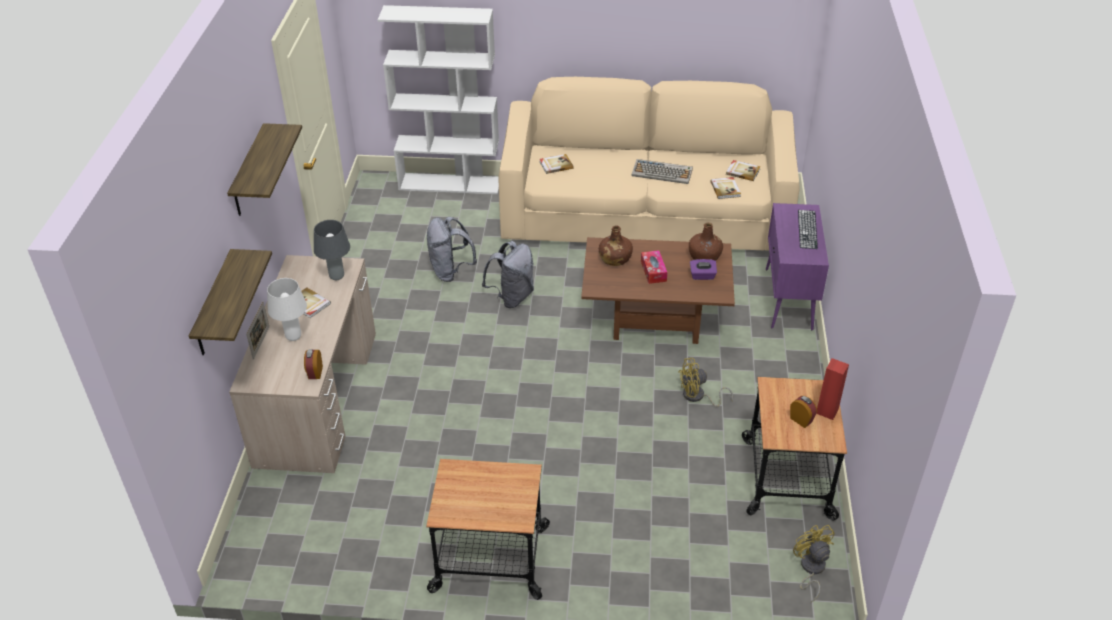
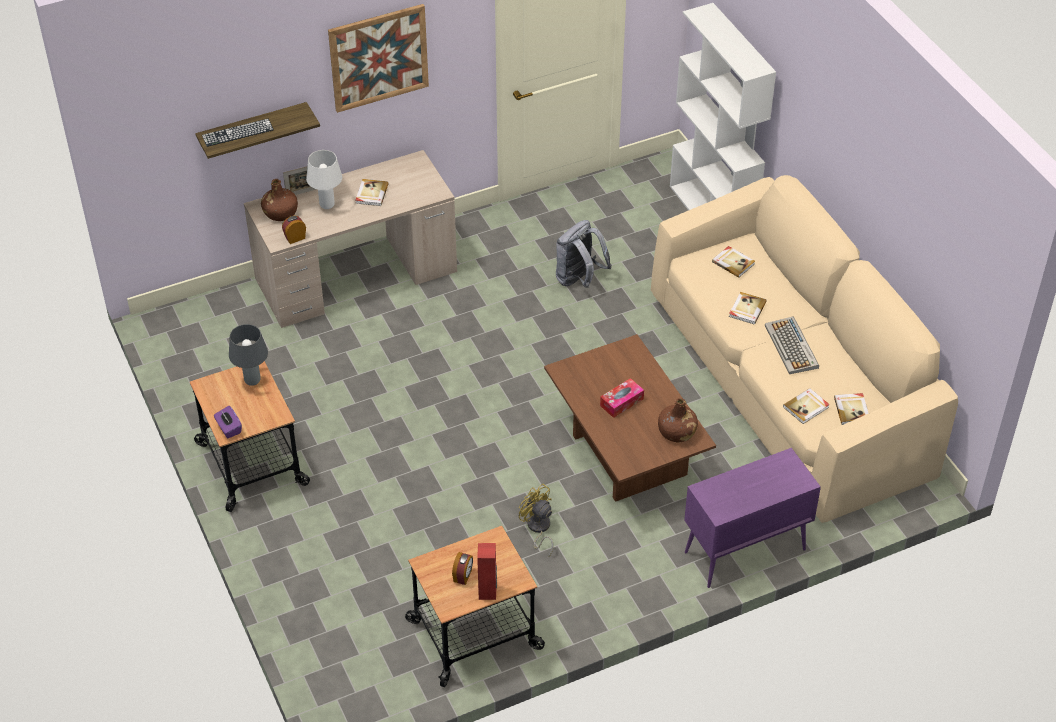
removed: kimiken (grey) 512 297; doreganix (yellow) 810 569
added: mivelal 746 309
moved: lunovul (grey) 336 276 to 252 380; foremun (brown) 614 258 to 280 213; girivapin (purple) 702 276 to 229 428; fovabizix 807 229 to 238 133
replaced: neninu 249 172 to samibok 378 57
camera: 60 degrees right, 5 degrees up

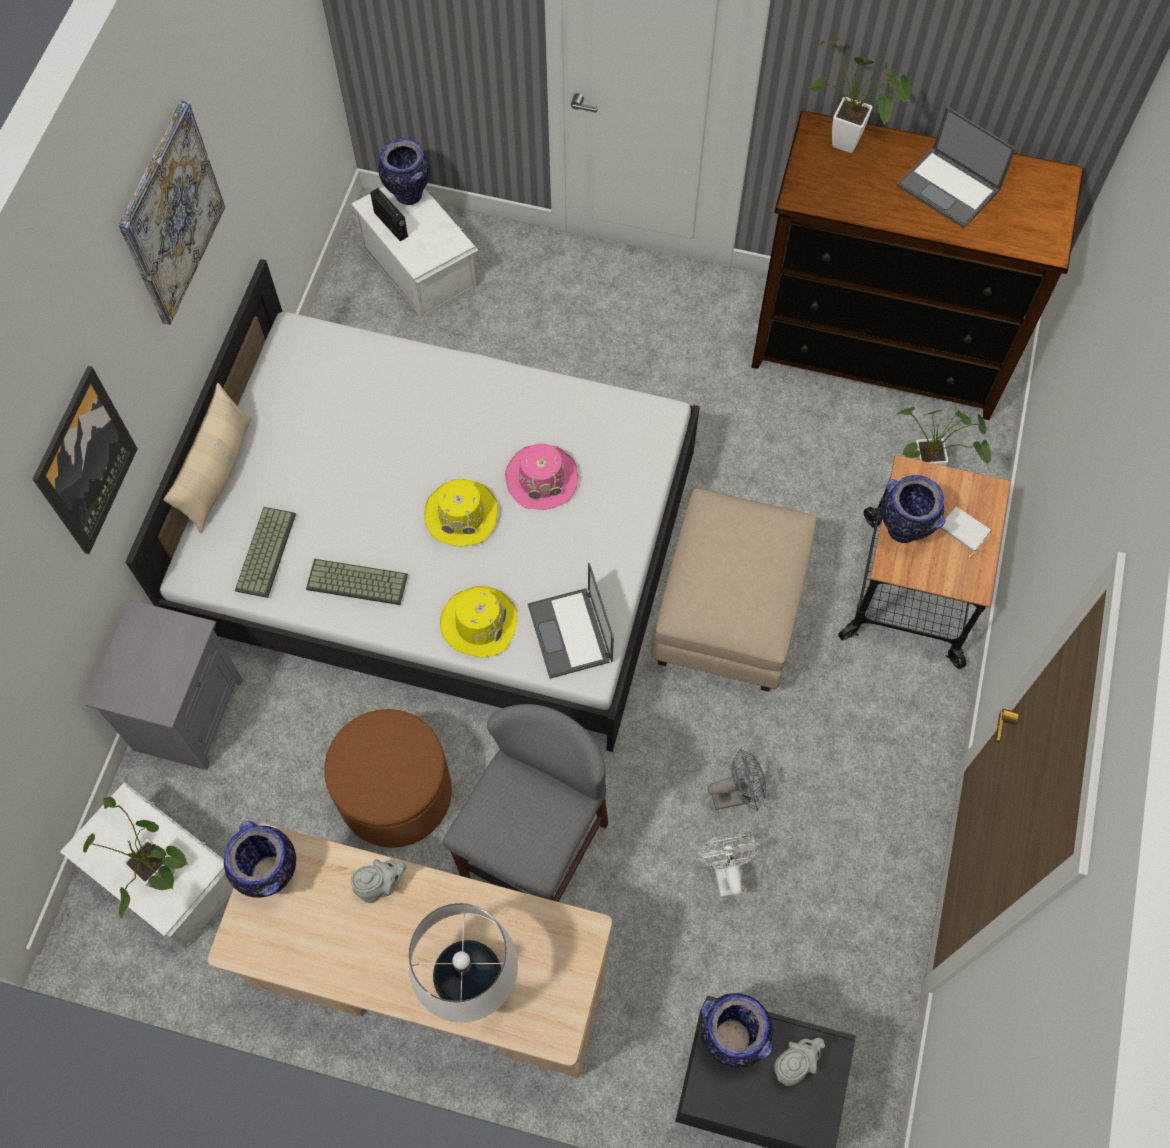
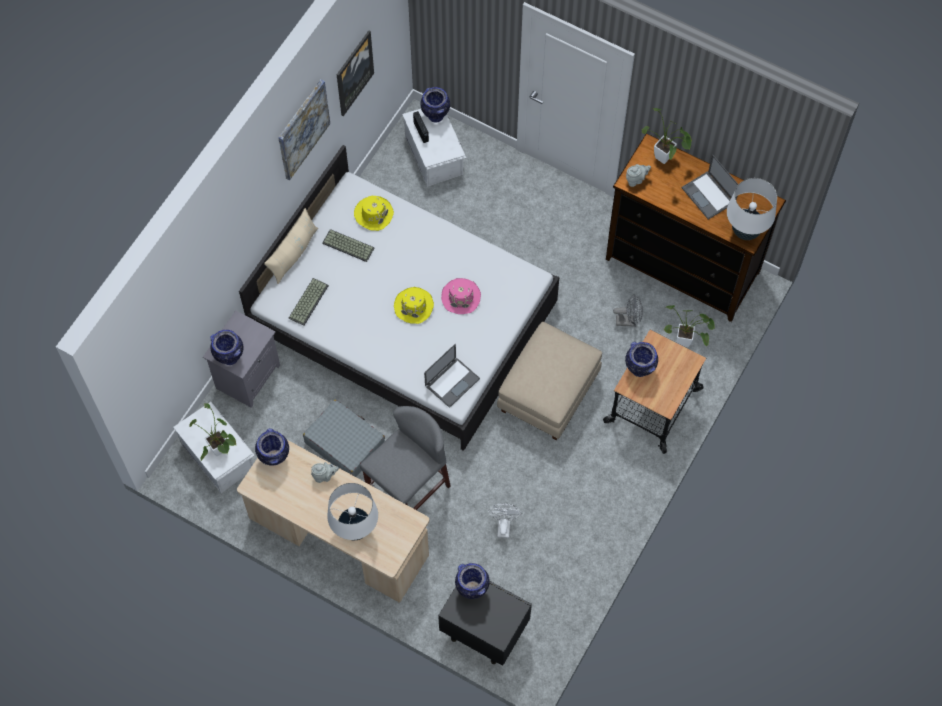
removed: mivelal (white) 963 532
added: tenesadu 229 357; lunovul (white) 745 231
moved: samibok 84 461 to 353 73; fovabizix 355 583 to 347 246; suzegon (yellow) 479 623 to 373 214; doreganix (grey) 736 795 to 628 321; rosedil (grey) 794 1065 to 636 180
replaced: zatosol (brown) 395 793 to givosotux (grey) 344 443
turned: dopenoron 570 634 = 452 381 135 degrees counterclockwise
camera: 15 degrees right, 0 degrees up

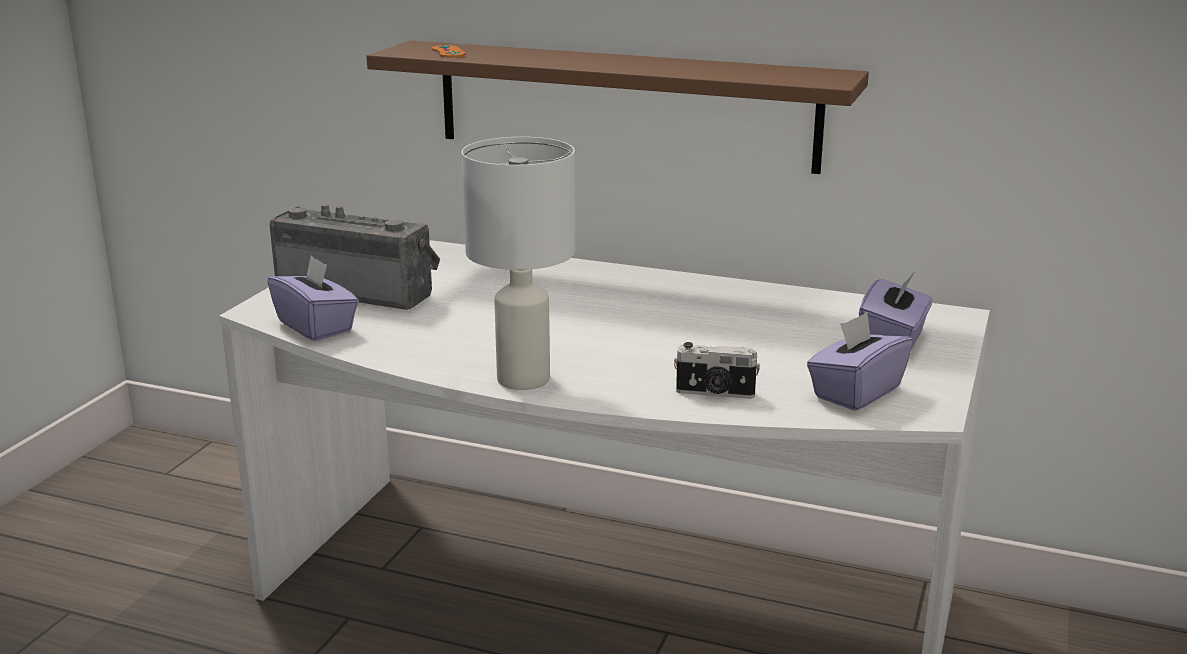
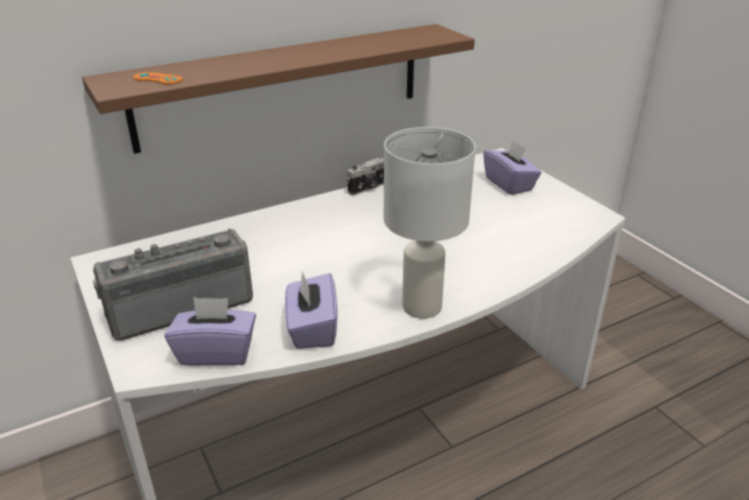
moved: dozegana 715 393 to 367 188; girivapin (purple) 856 392 to 312 329
camera: 50 degrees left, 10 degrees up

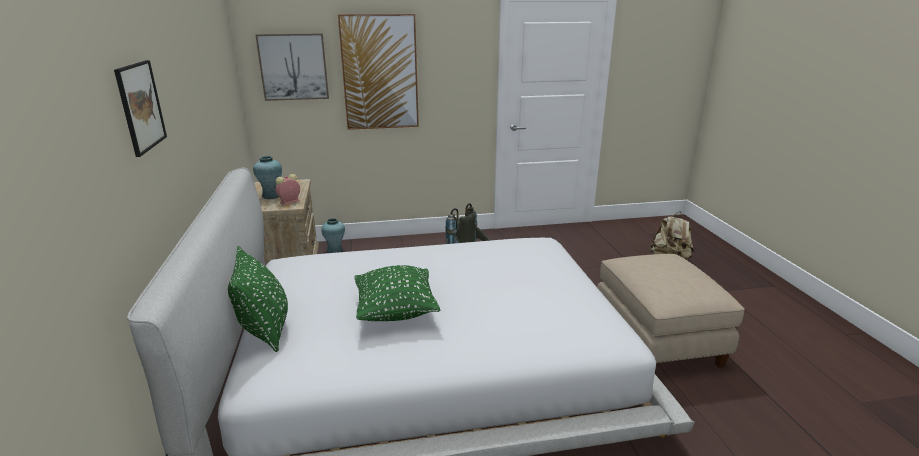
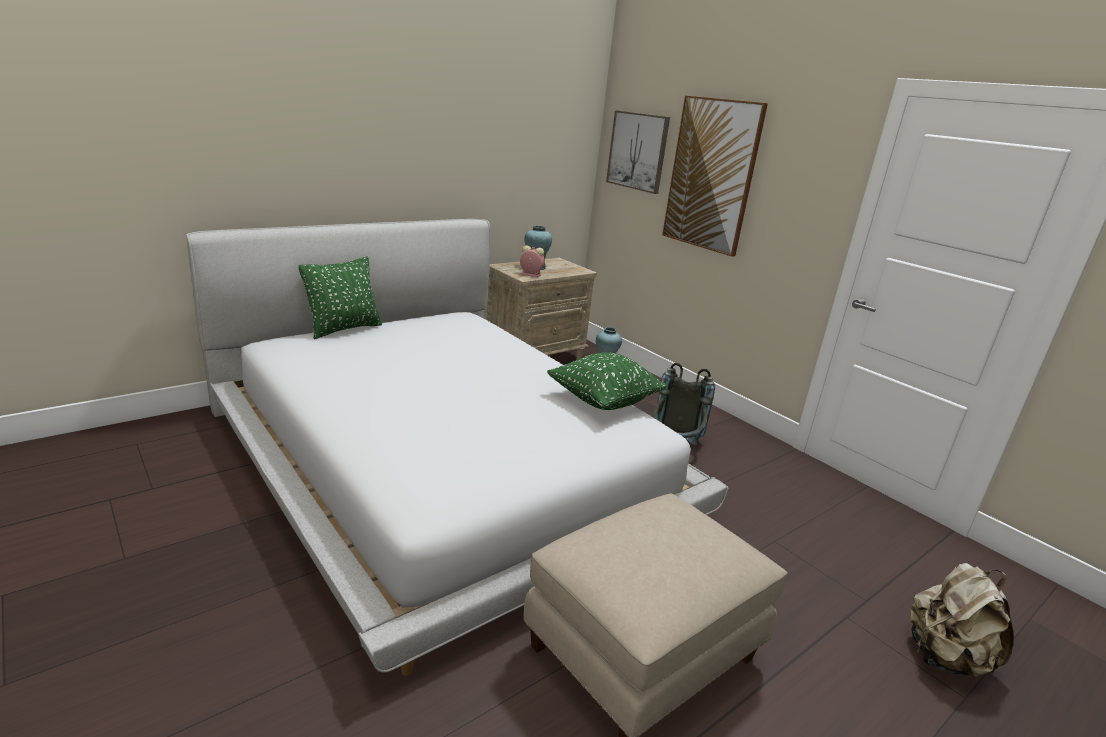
removed: samibok 141 106
moved: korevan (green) 396 312 to 603 401
camera: 60 degrees right, 0 degrees up

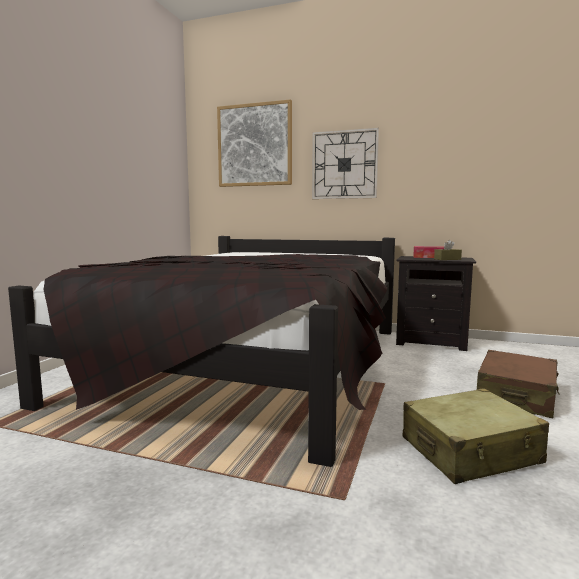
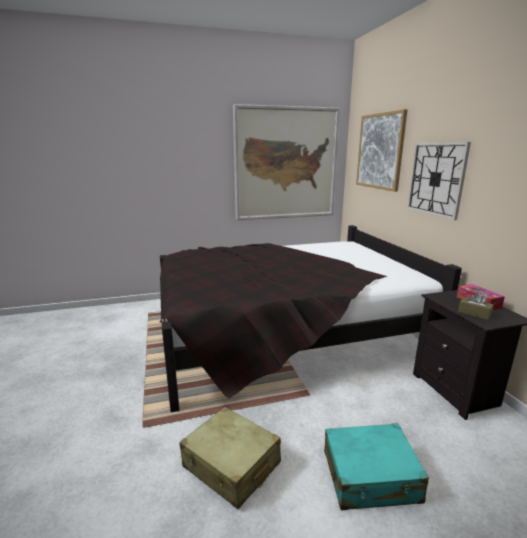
added: samibok 286 164
recoloured: givosotux (brown) 516 396 to givosotux (turquoise) 370 476
camera: 55 degrees right, 10 degrees up

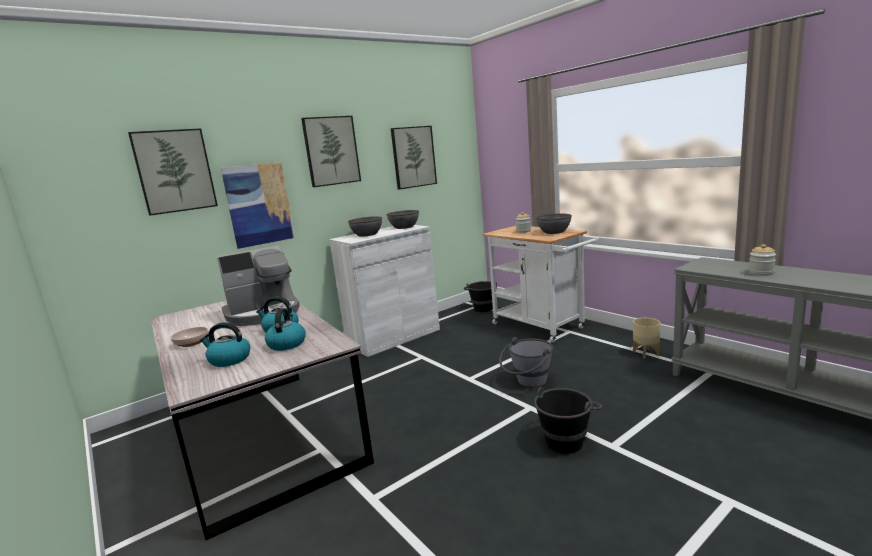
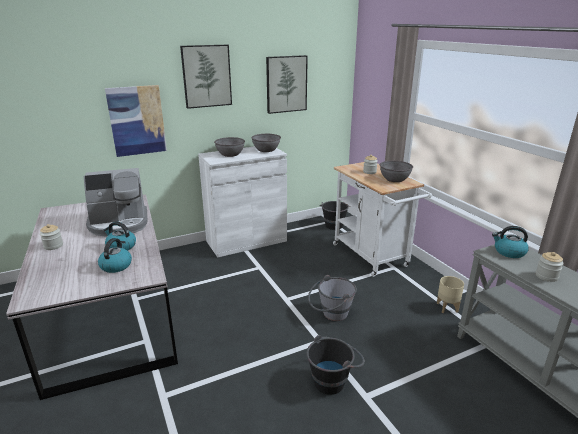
removed: samibok 174 171
moved: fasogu 229 360 to 509 252
replaced: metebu 191 343 to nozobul 53 246
camera: 10 degrees right, 10 degrees up

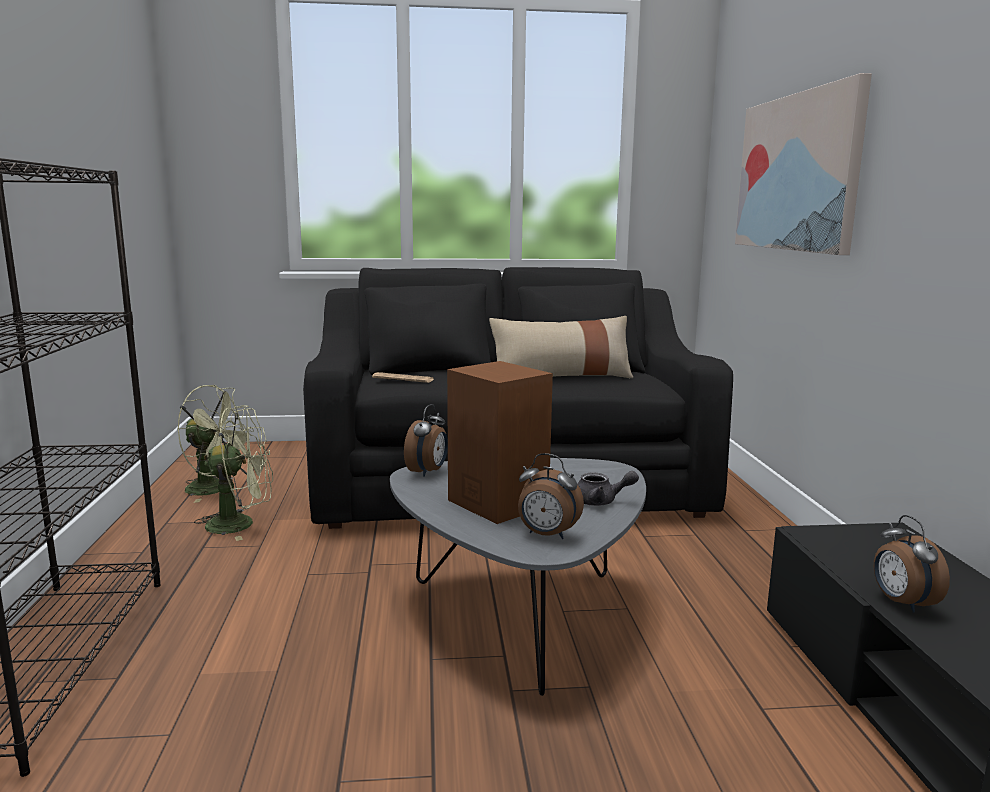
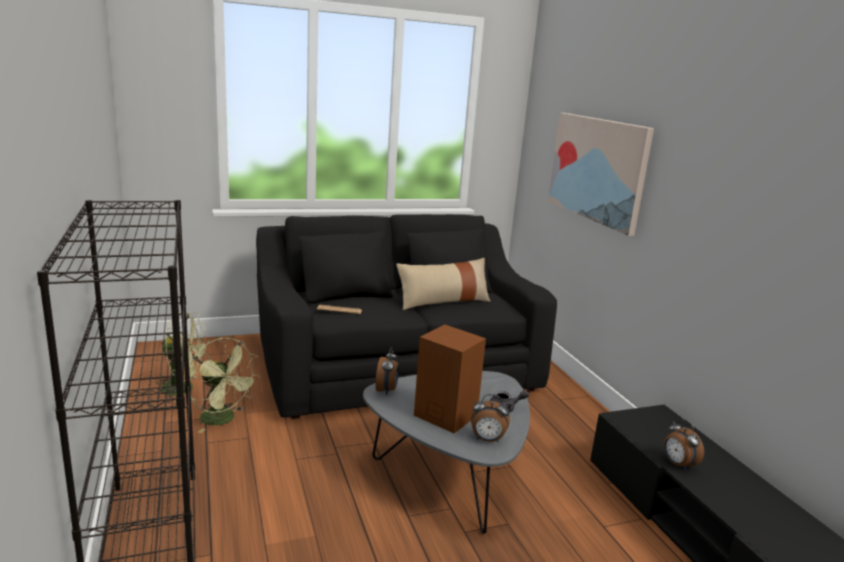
turned: doreganix (green) 241 524 = 223 419 60 degrees clockwise
camera: 15 degrees left, 5 degrees up

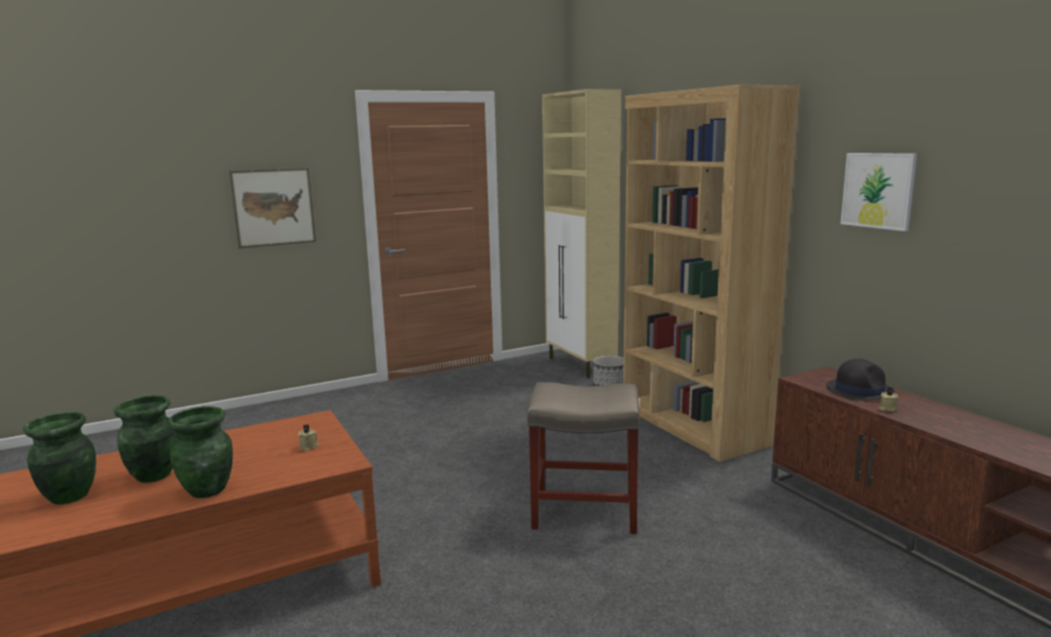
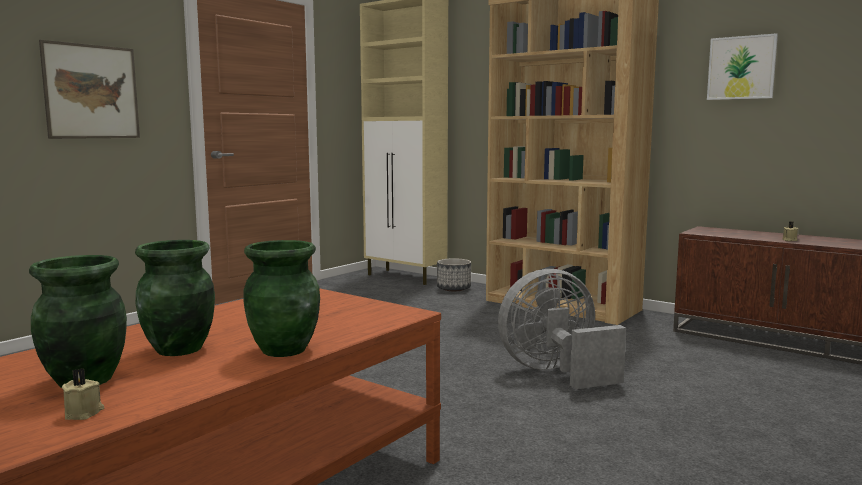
removed: suzegon (black) 859 390
moved: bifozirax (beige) 309 446 to 84 413
replaced: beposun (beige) 583 512 to doreganix (grey) 555 372
camera: 25 degrees left, 5 degrees down

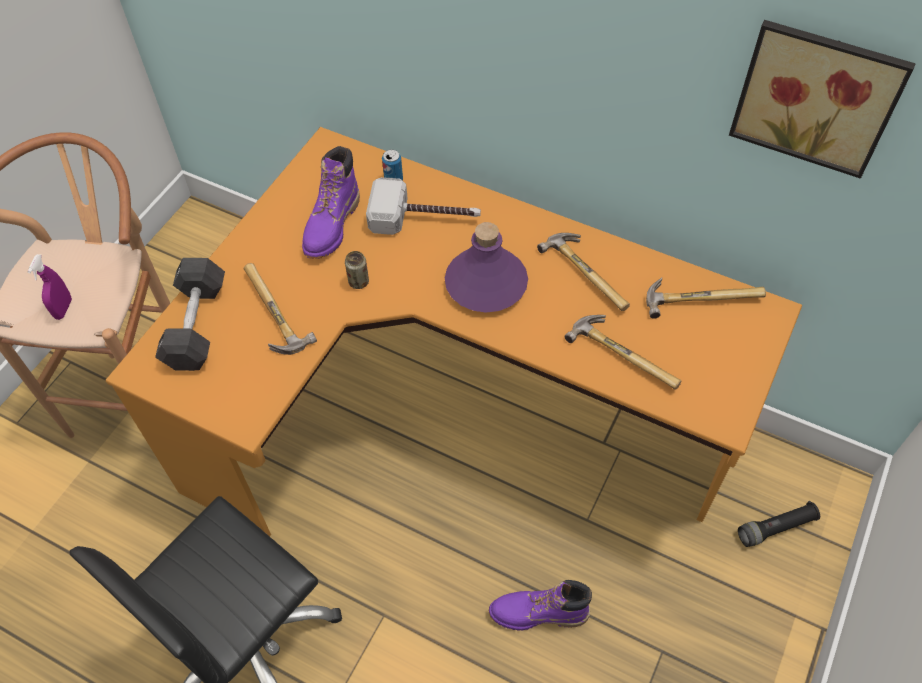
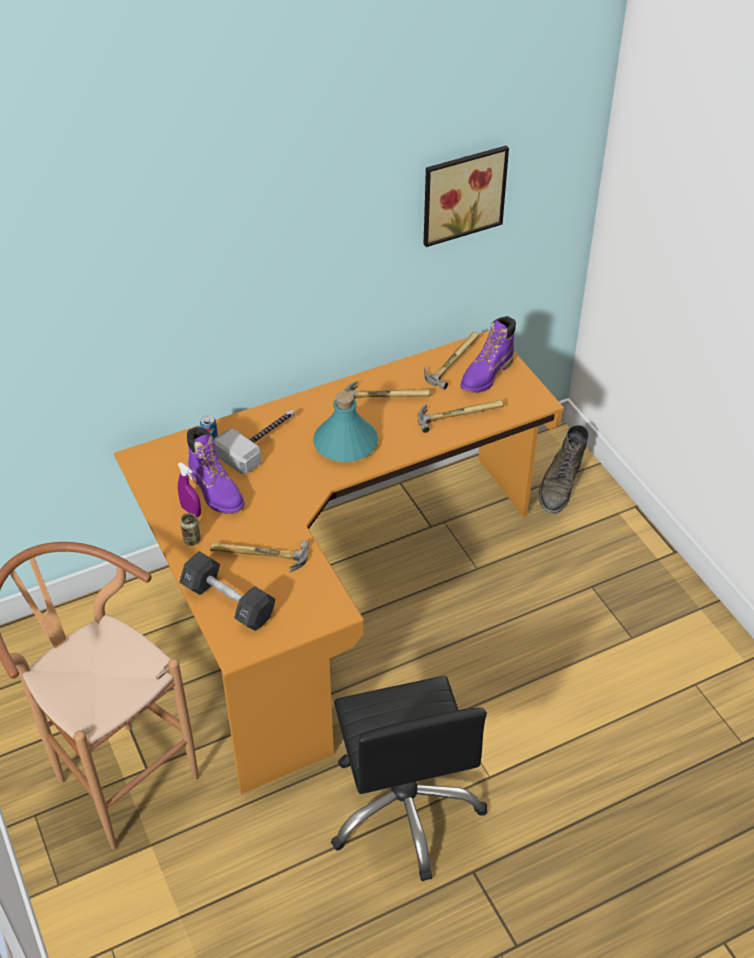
moved: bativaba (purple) 63 309 to 191 511; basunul 358 282 to 192 540; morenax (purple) 538 613 to 486 375
replaced: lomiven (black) 776 528 to morenax (green) 560 485
recoloured: foremun (purple) 485 284 to foremun (turquoise) 345 444
camera: 55 degrees left, 10 degrees down

